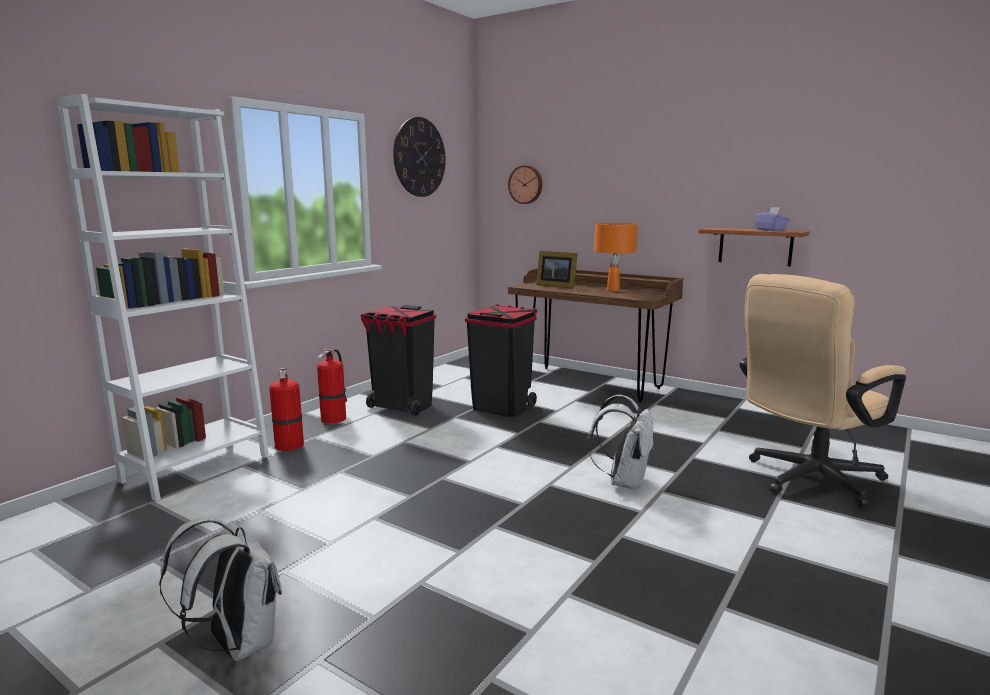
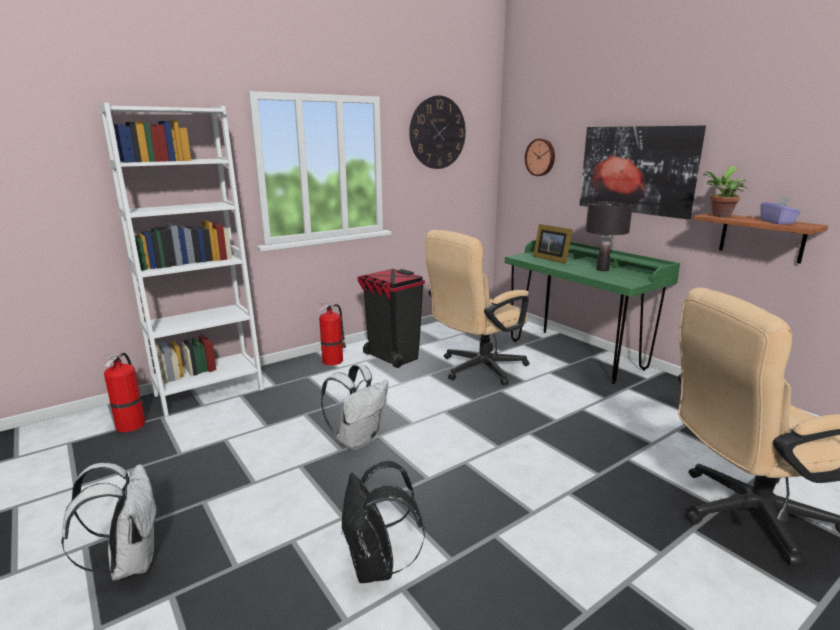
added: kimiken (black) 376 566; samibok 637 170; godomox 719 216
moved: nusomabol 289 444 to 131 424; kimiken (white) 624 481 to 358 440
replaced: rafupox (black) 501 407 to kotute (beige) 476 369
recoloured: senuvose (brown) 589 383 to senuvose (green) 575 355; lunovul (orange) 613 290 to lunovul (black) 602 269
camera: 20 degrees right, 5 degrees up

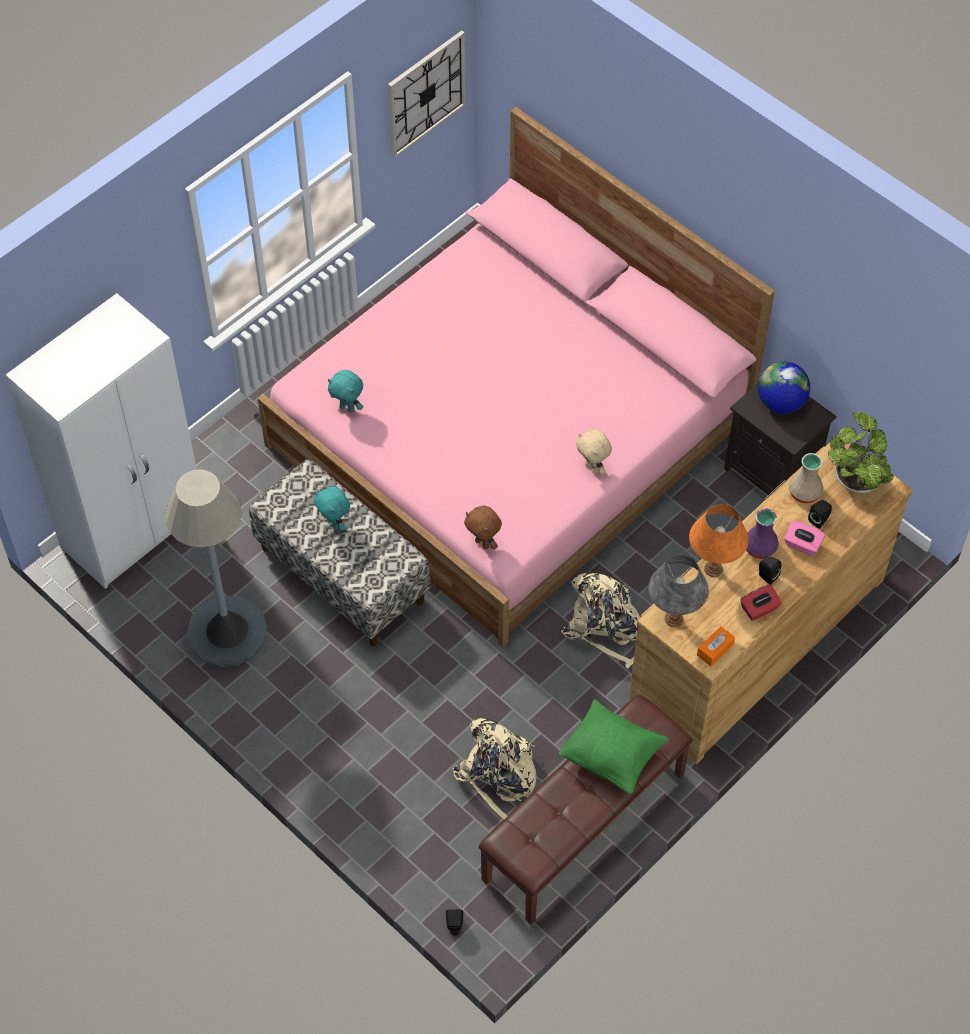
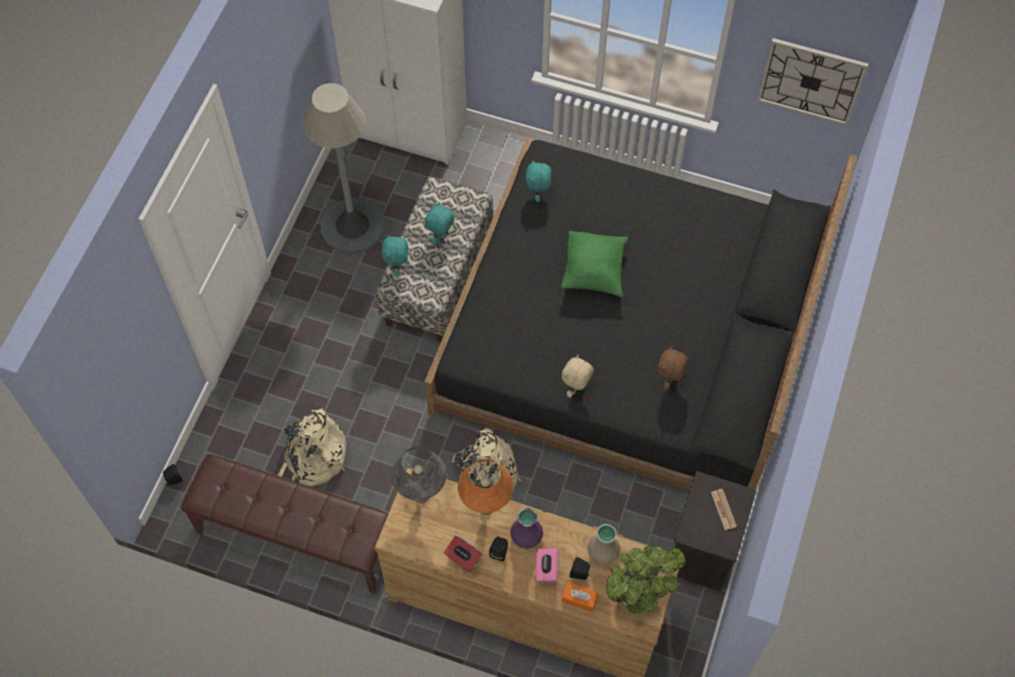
added: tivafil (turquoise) 397 267
moved: tivafil (brown) 483 543 to 669 380; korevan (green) 612 756 to 593 272; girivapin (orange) 715 650 to 579 599
replaced: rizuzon 780 403 to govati 723 509
recoloured: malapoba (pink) 509 434 to malapoba (black) 629 336
camera: 65 degrees right, 5 degrees up

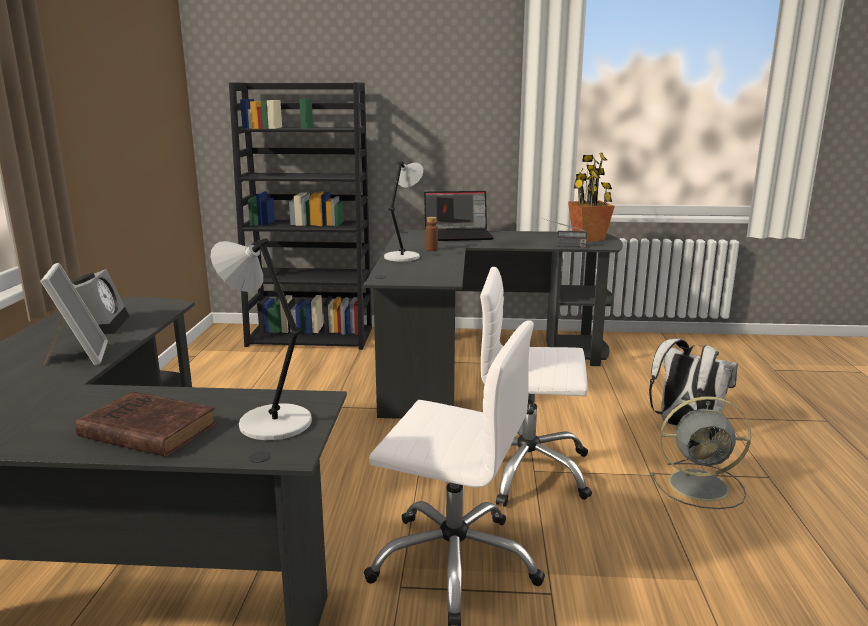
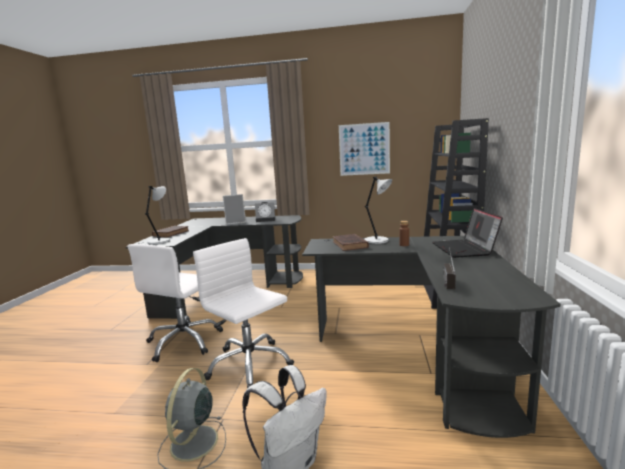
removed: godomox 588 238
added: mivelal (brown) 350 245; samibok 364 149
turned: kotute (white) 526 470 = 249 364 60 degrees counterclockwise
camera: 95 degrees right, 5 degrees down

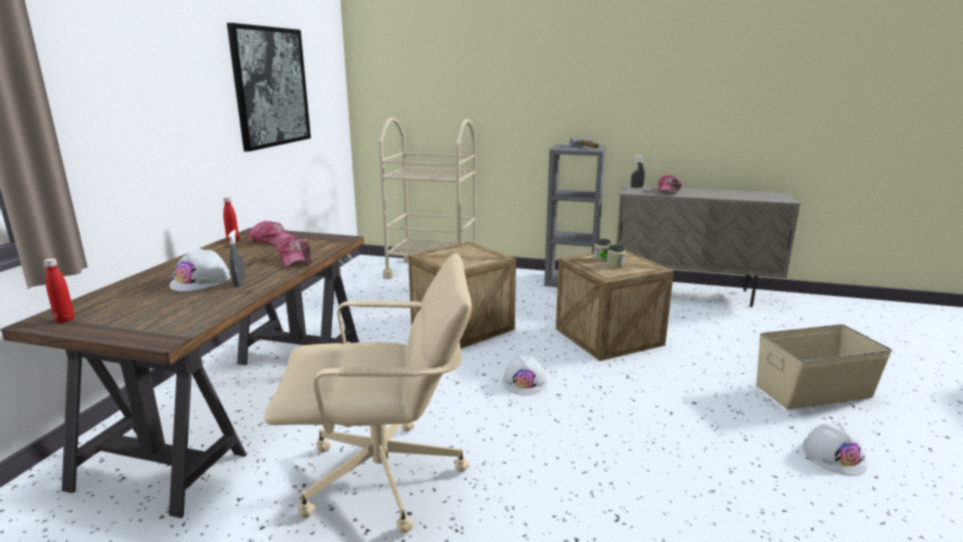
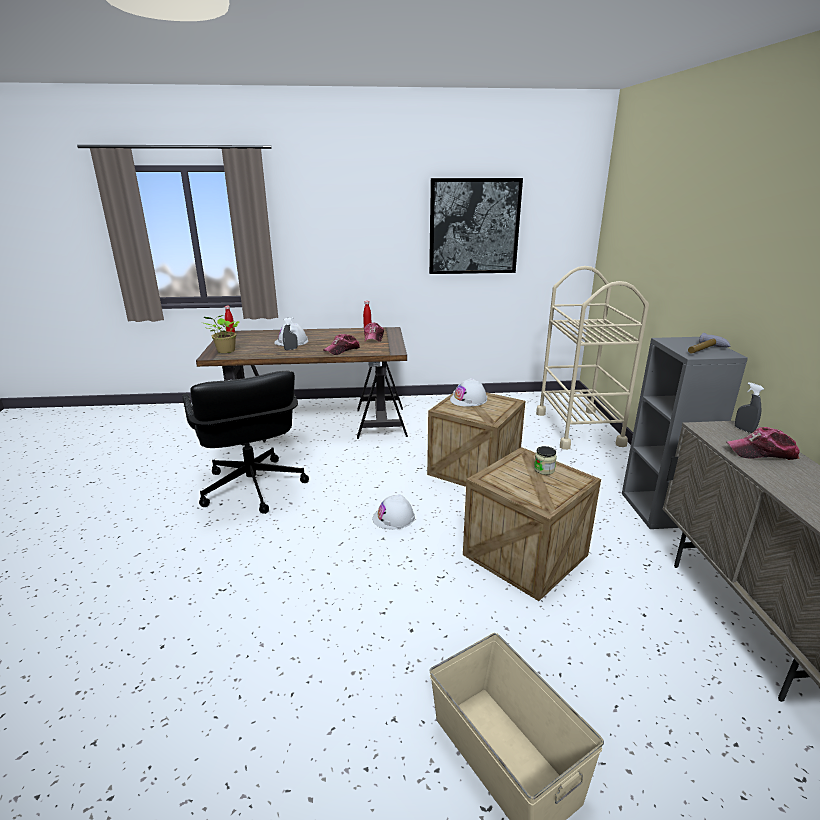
removed: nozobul 615 265
added: godomox 225 351
moved: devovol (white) 833 456 to 468 399
recoloured: kotute (beige) 384 477 to kotute (black) 252 487
camera: 70 degrees right, 5 degrees up

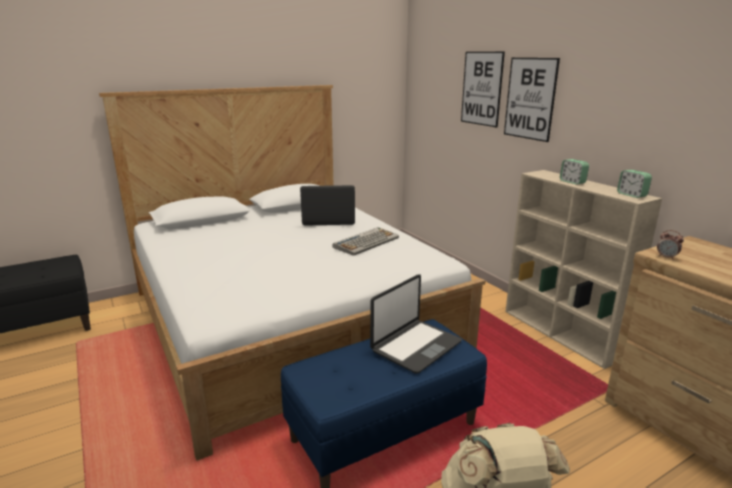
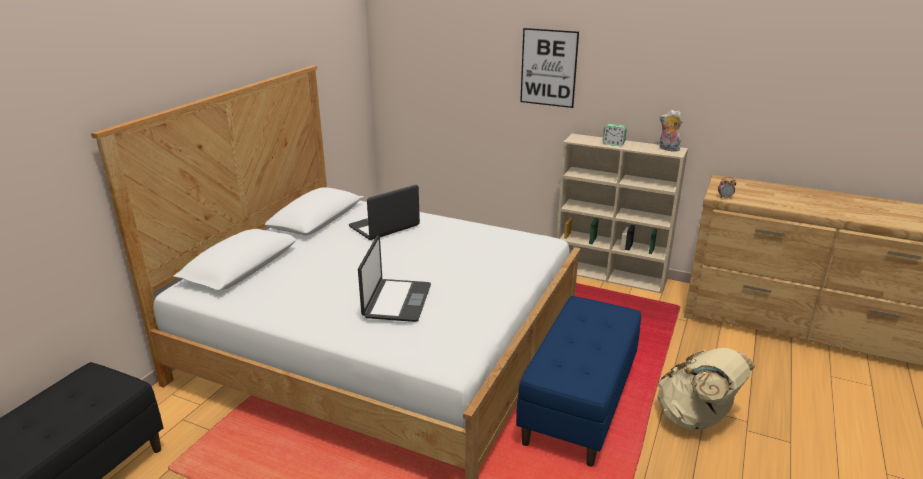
removed: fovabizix 366 242; samibok 481 88
moved: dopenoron 415 346 to 396 301
replaced: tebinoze 631 195 to tivafil 668 149
camera: 35 degrees left, 5 degrees up

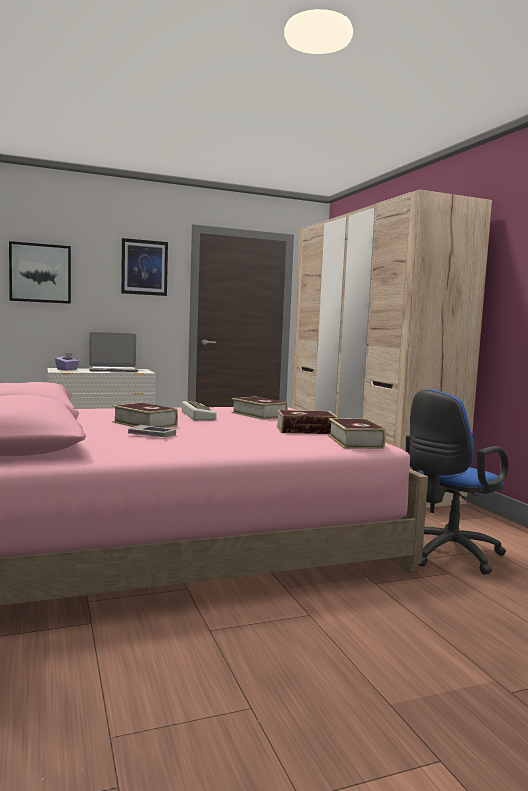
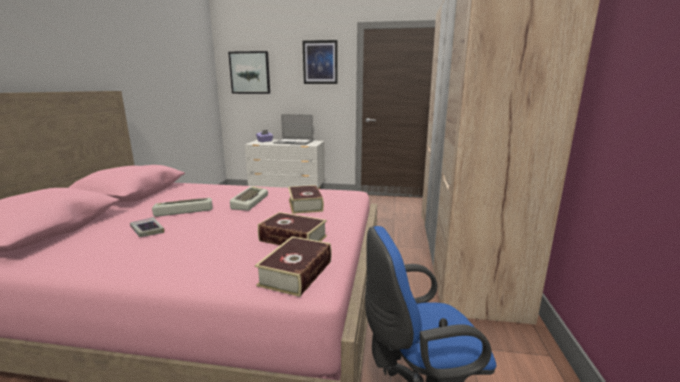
replaced: mivelal 144 424 to fovabizix 183 211
camera: 30 degrees right, 10 degrees up

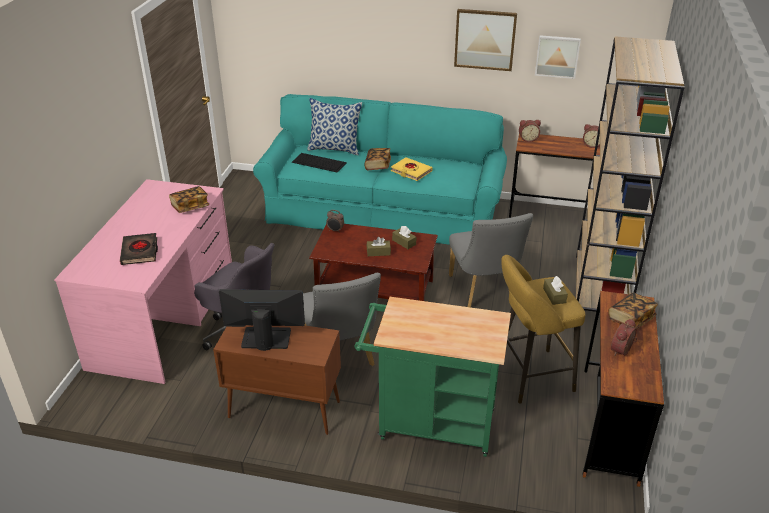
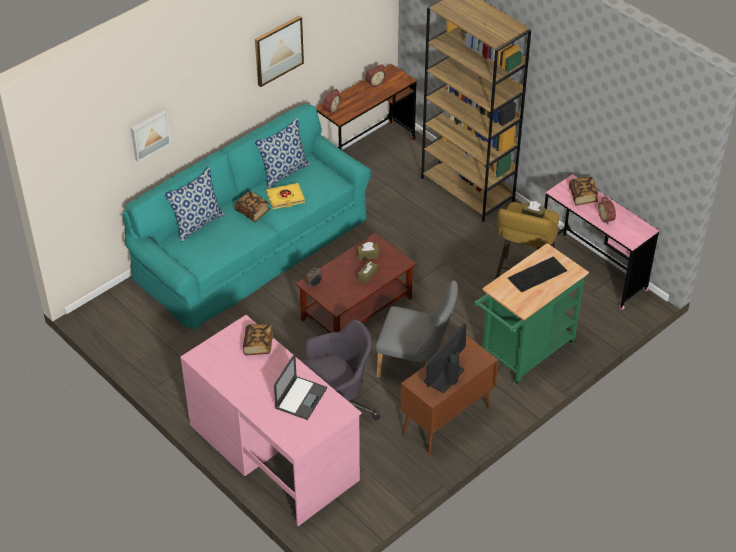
removed: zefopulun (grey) 484 292
added: korevan 284 172
moved: fovabizix 318 162 to 537 274; samibok 557 56 to 149 134
replaced: mivelal (black) 140 252 to dopenoron 301 397
recoloured: senuvose (brown) 610 424 to senuvose (pink) 592 271
camera: 55 degrees left, 10 degrees up

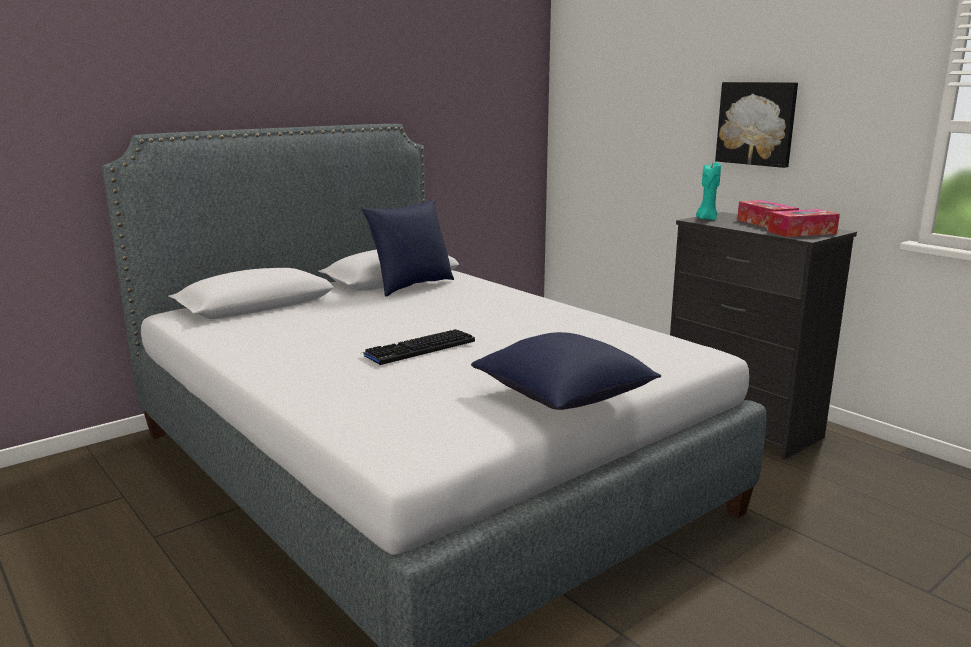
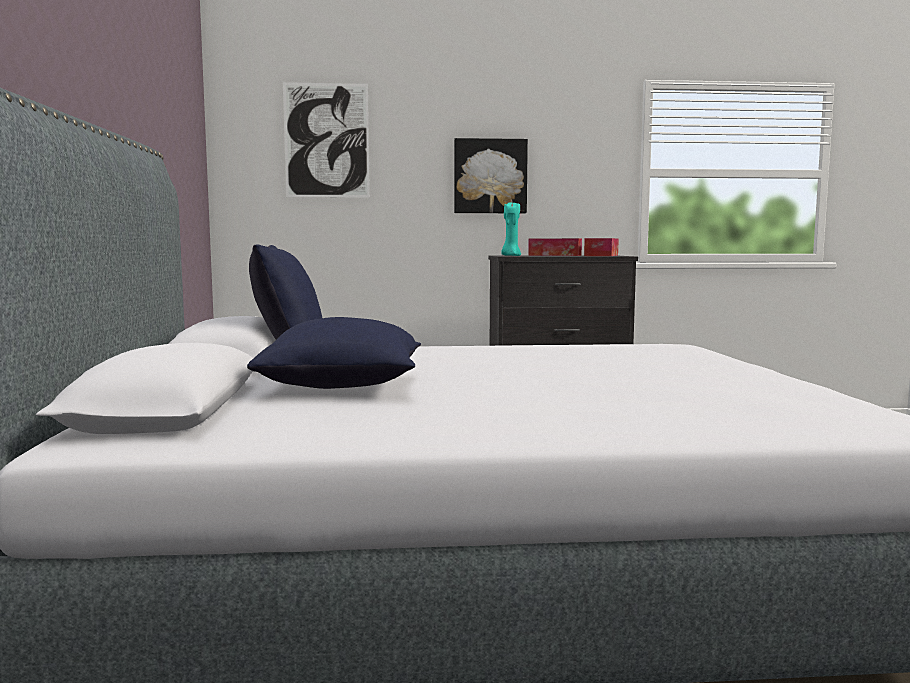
removed: fovabizix 419 348
added: samibok 326 140
moved: korevan (blue) 564 398 to 344 386
camera: 55 degrees left, 10 degrees down

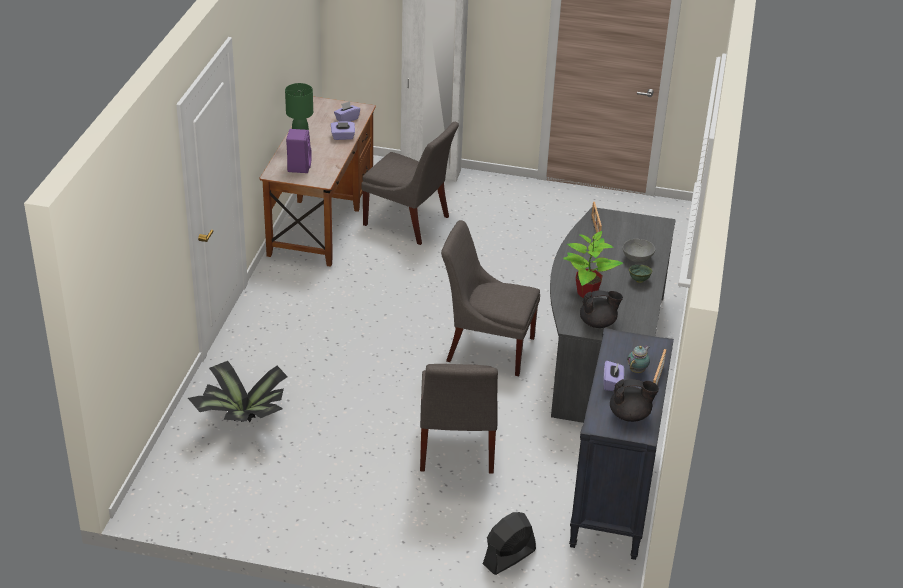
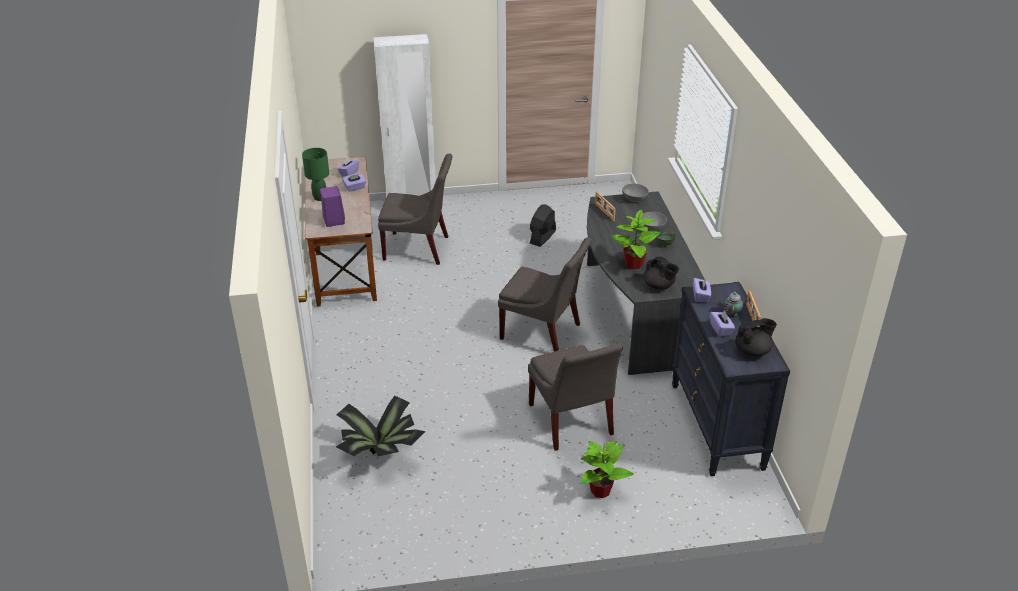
added: godomox 601 490; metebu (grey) 634 199; girivapin (purple) 700 296
moved: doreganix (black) 509 557 to 542 237
turned: zefopulun (grey) 486 347 = 543 333 150 degrees counterclockwise; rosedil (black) 598 323 = 659 286 75 degrees clockwise
camera: 20 degrees left, 0 degrees up

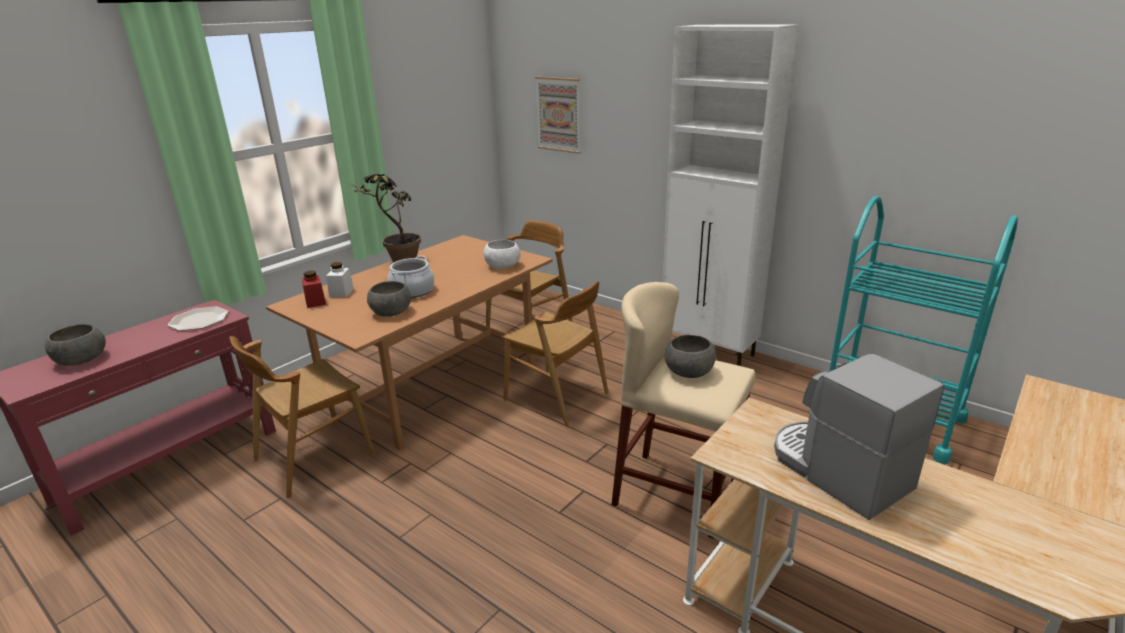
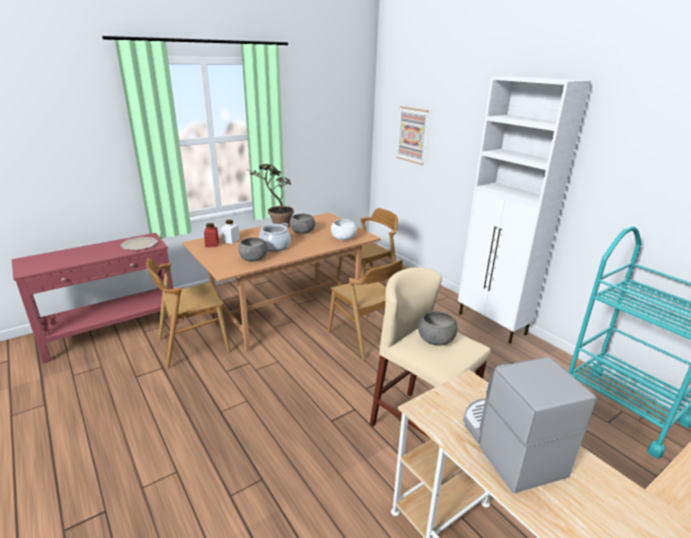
moved: metebu (grey) 81 360 to 302 232
camera: 15 degrees right, 0 degrees up

